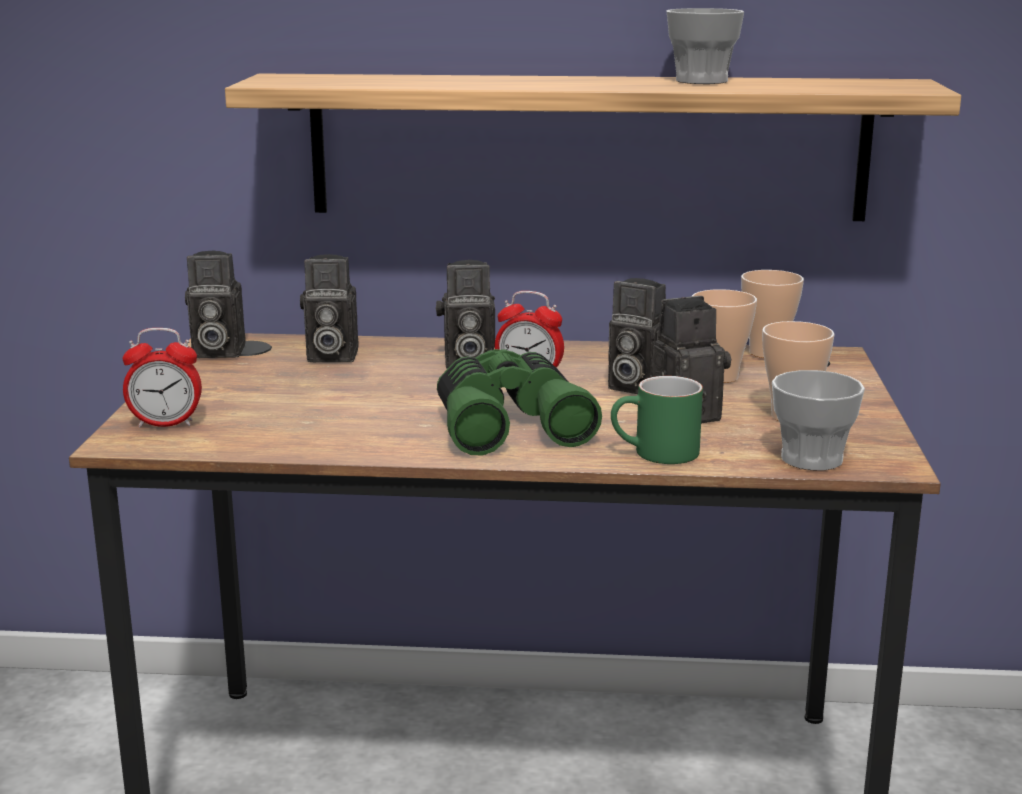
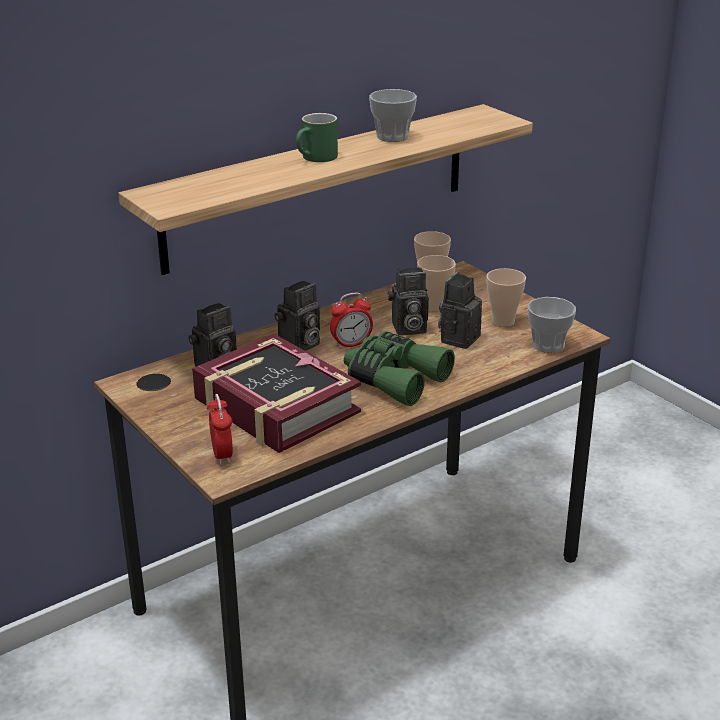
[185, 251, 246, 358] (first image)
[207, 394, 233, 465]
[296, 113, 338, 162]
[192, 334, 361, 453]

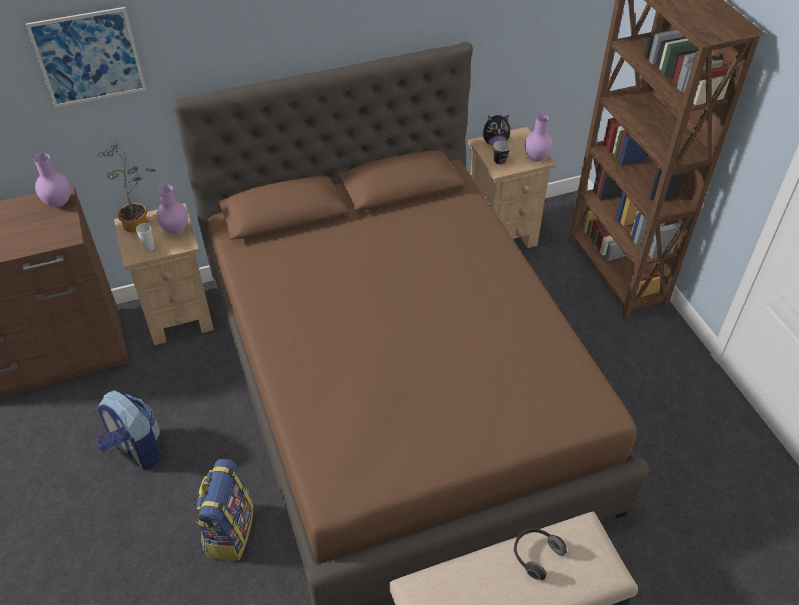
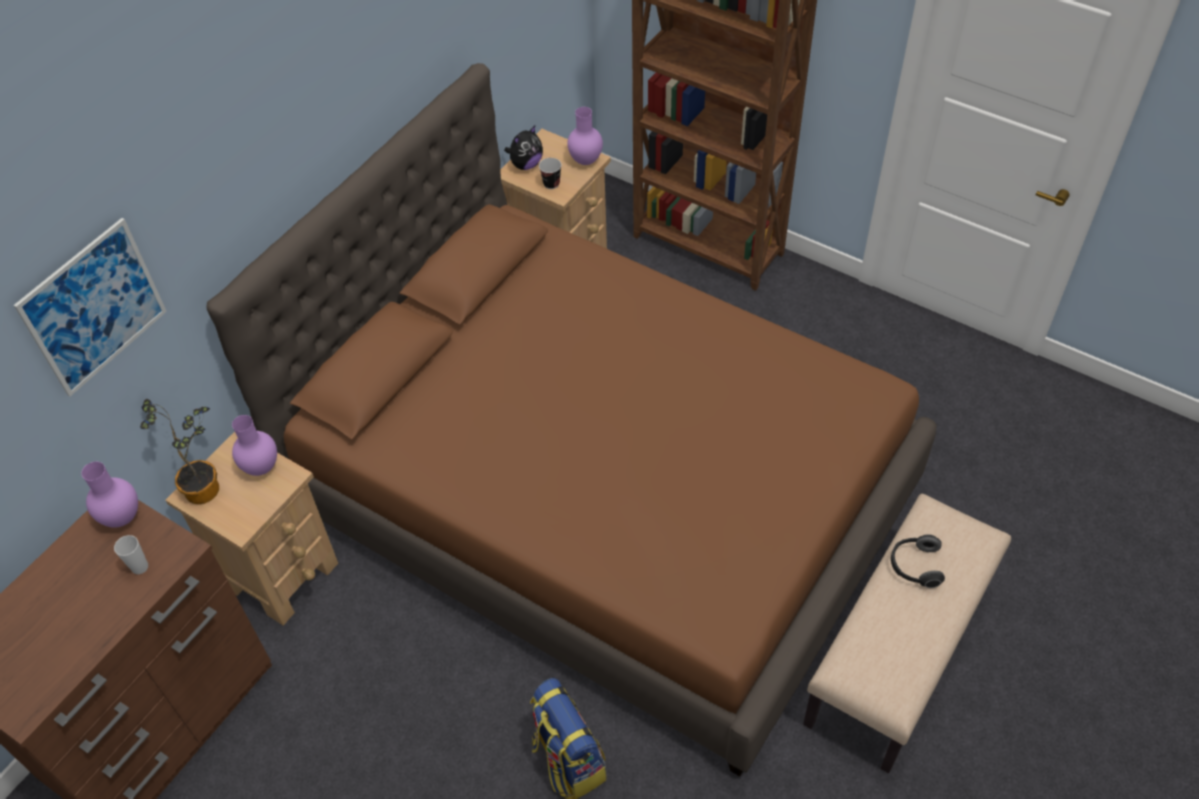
[114, 535, 148, 574]
[97, 390, 162, 470] (first image)

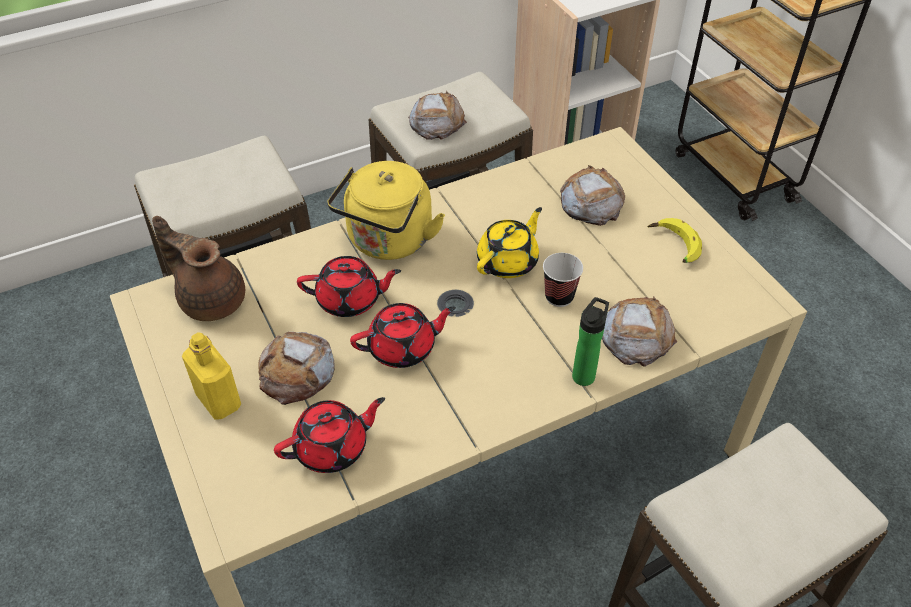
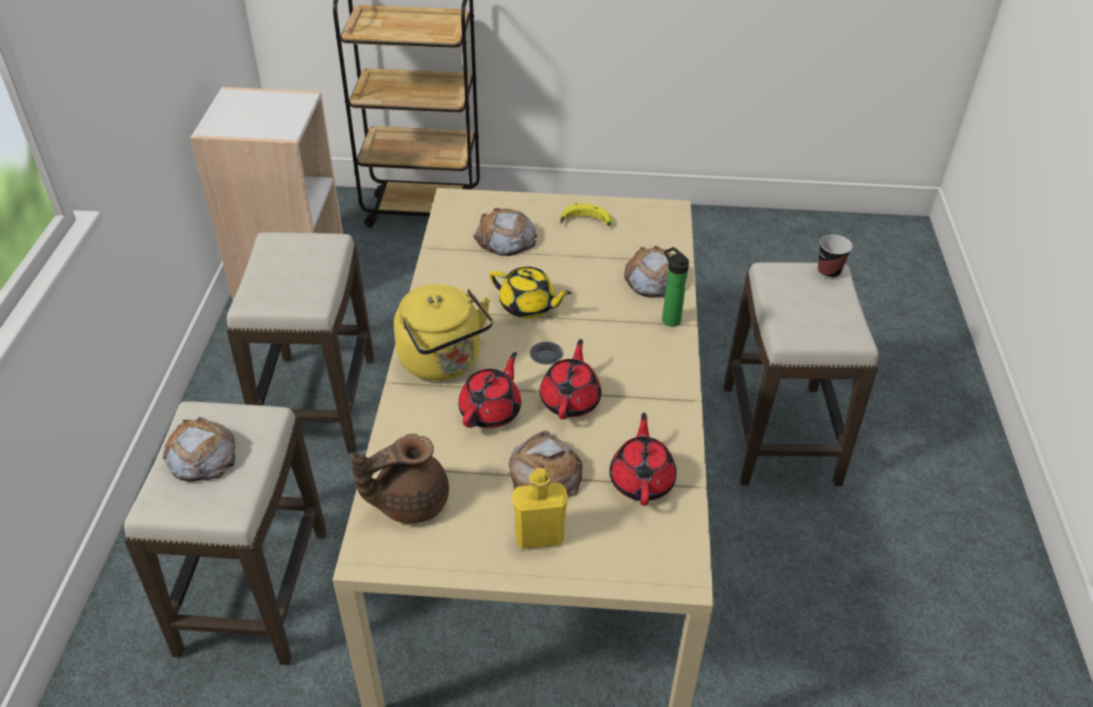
[163, 417, 236, 482]
[489, 267, 571, 319]
[818, 235, 852, 279]

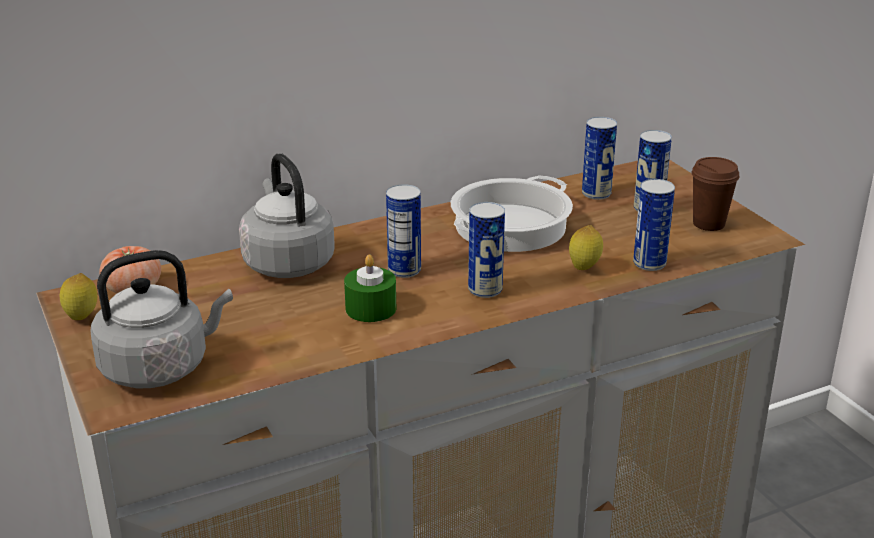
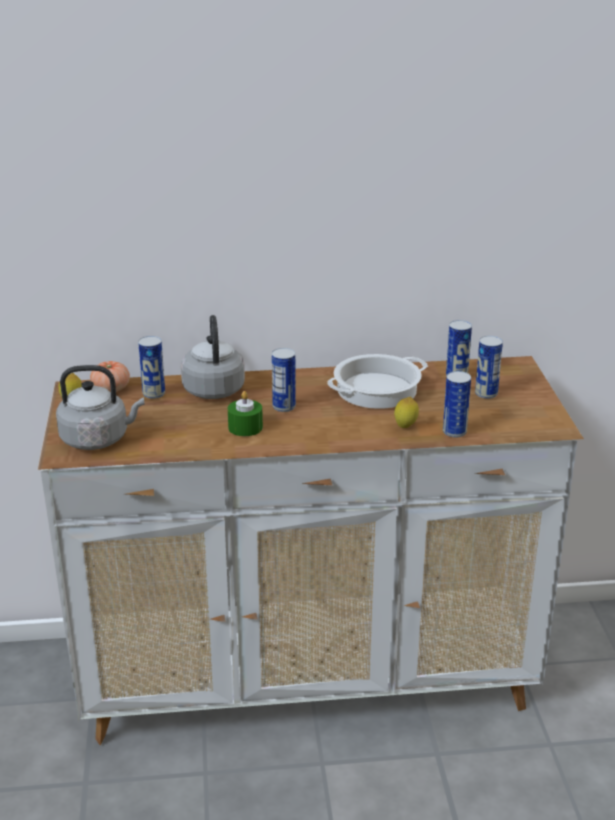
[691, 157, 740, 231] (first image)
[138, 336, 165, 399]

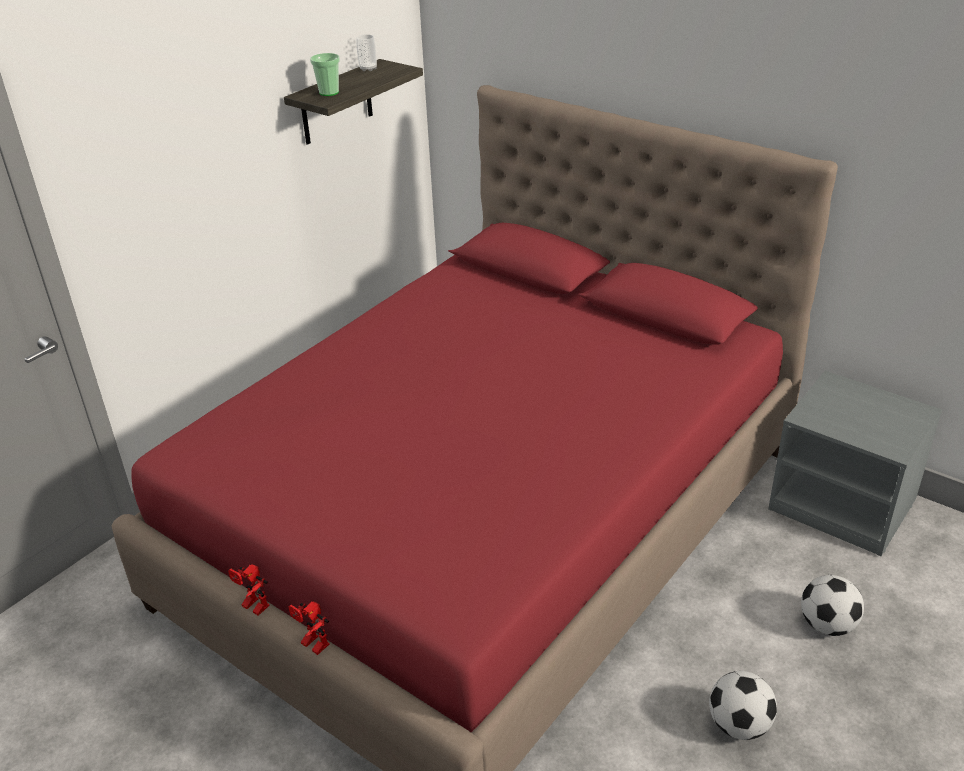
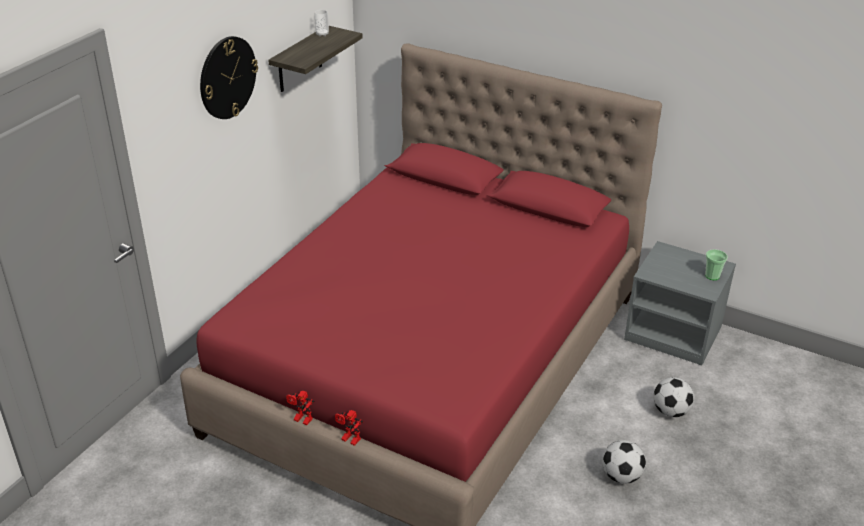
[705, 249, 728, 280]
[200, 36, 258, 119]

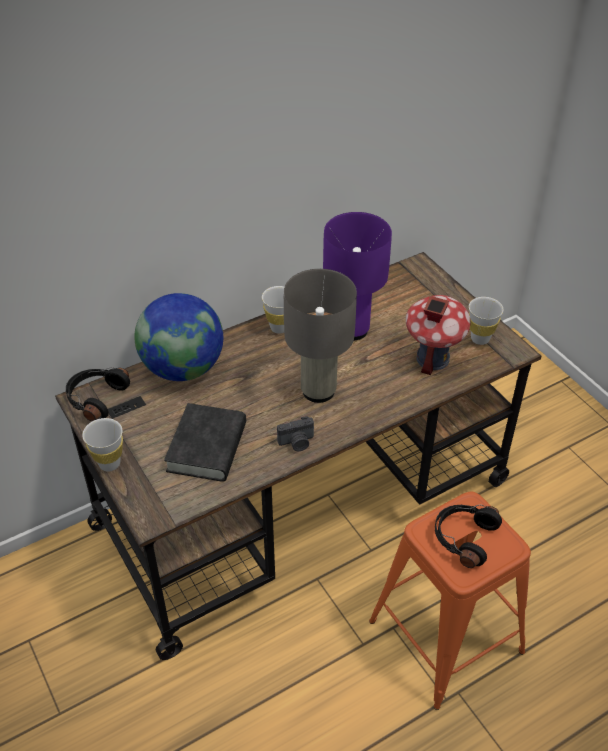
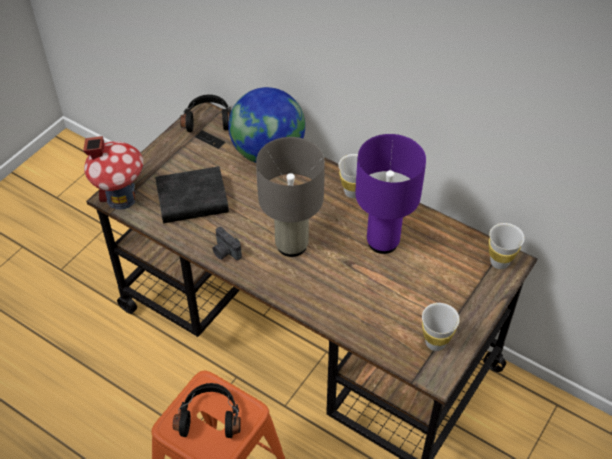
[83, 136, 143, 209]
[489, 223, 524, 269]

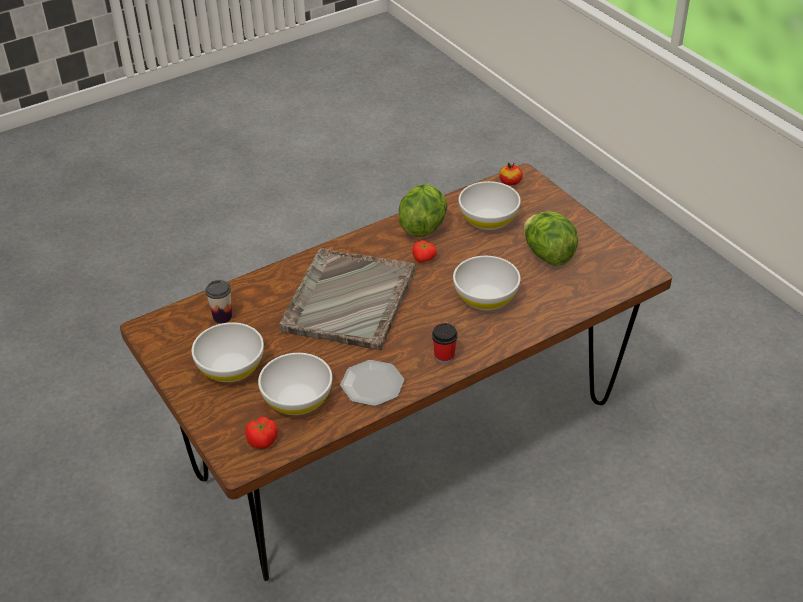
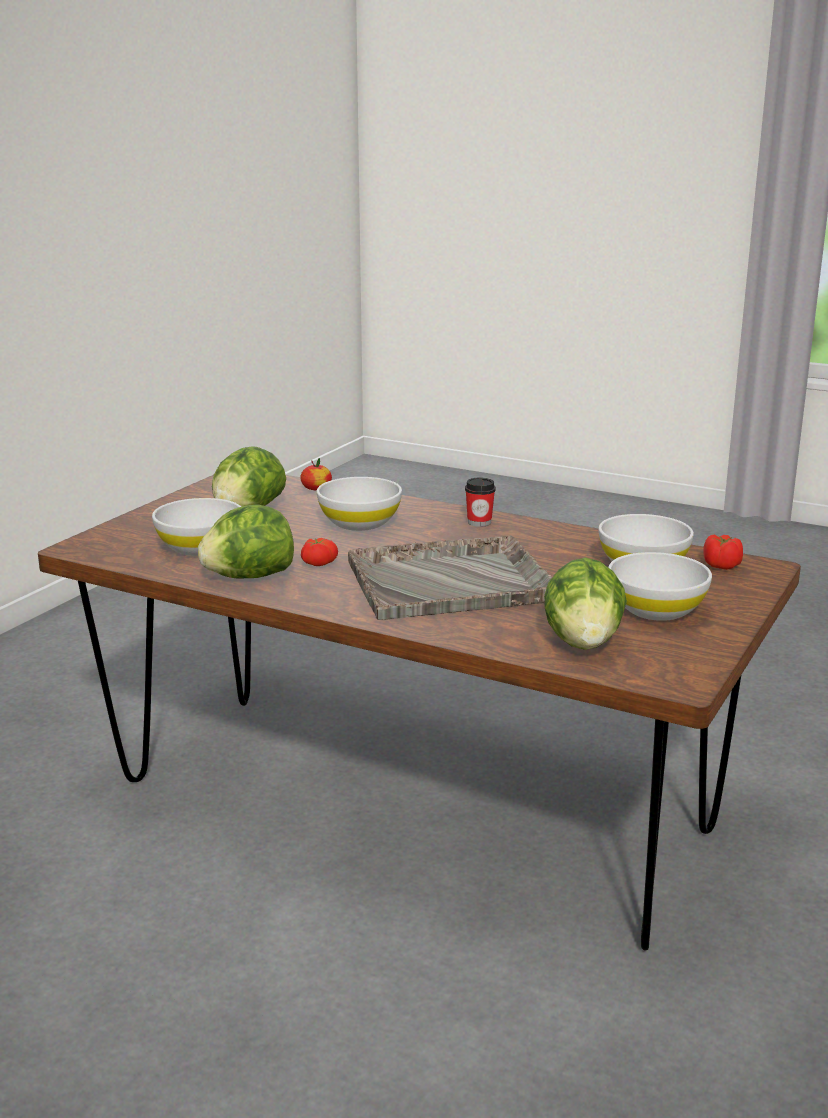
[300, 458, 332, 490]
[544, 557, 627, 650]
[340, 360, 404, 406] (first image)

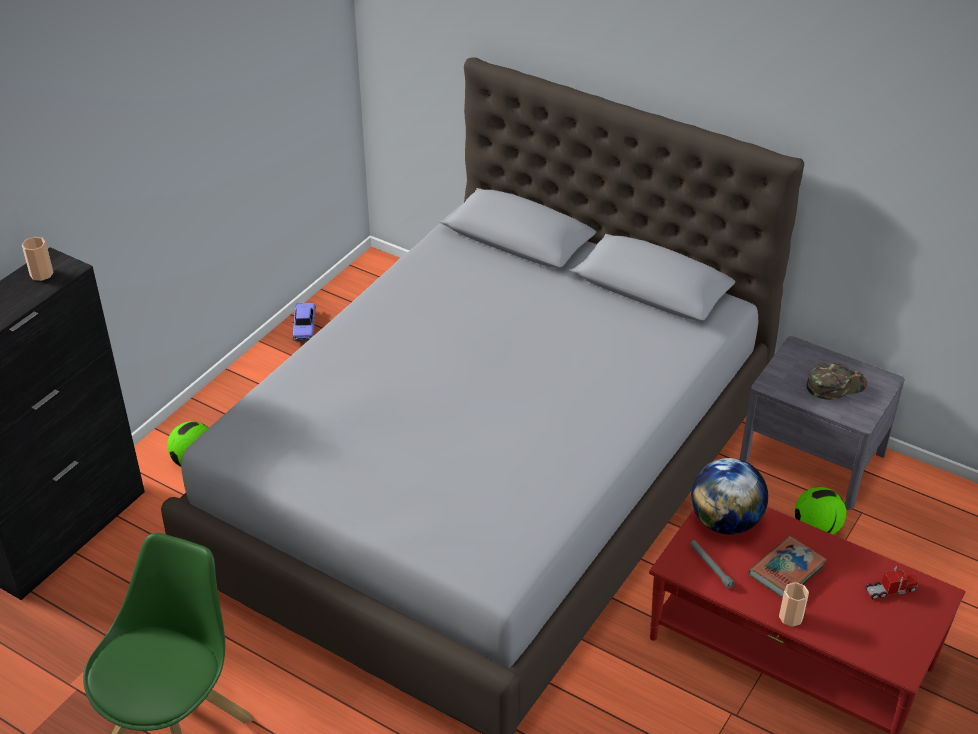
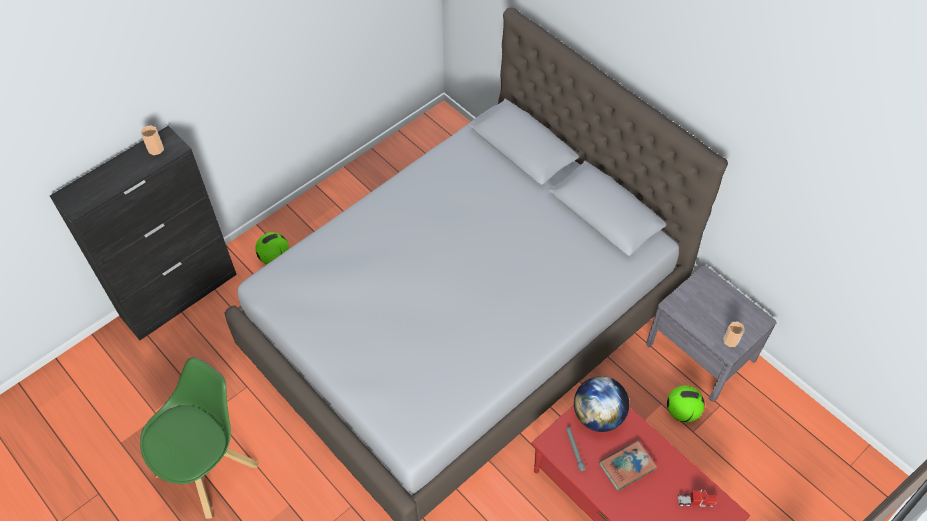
[293, 303, 316, 342] (first image)
[807, 362, 867, 400] (first image)
[723, 322, 745, 347]

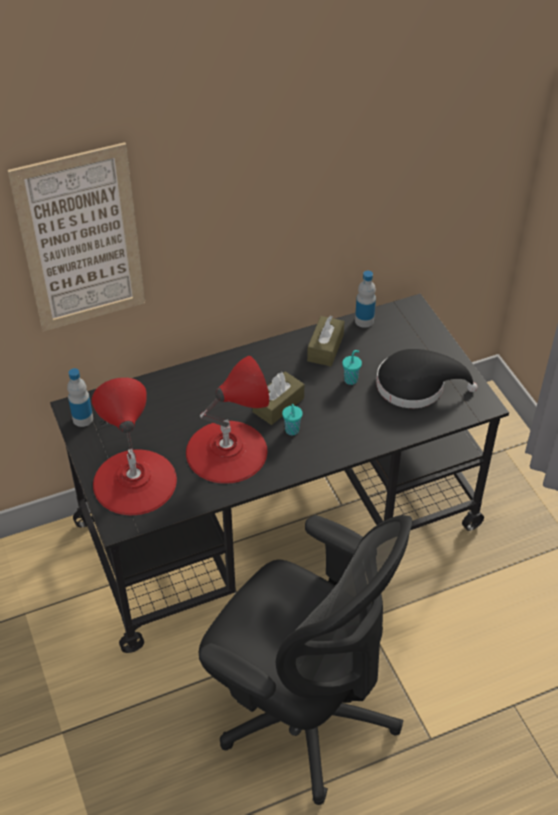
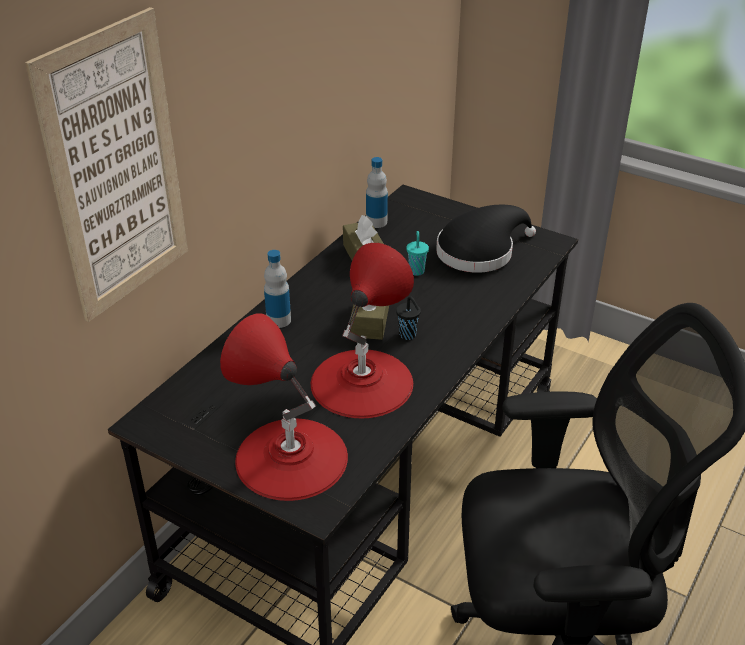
[264, 250, 291, 328]
[396, 296, 421, 340]

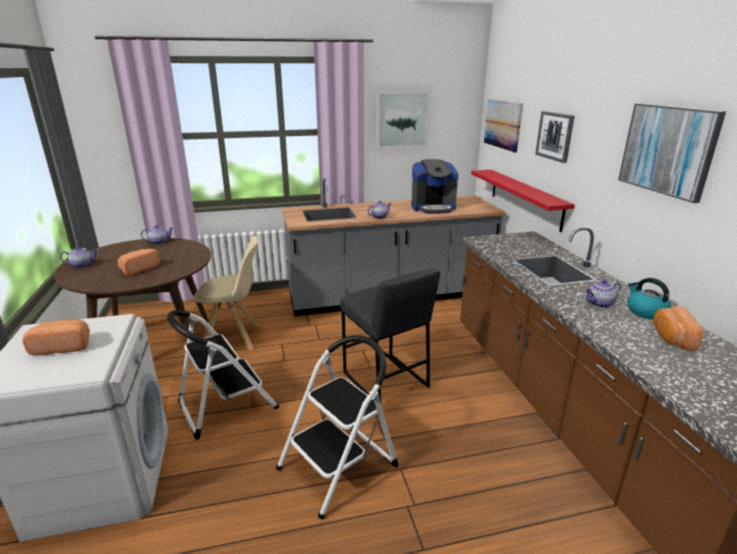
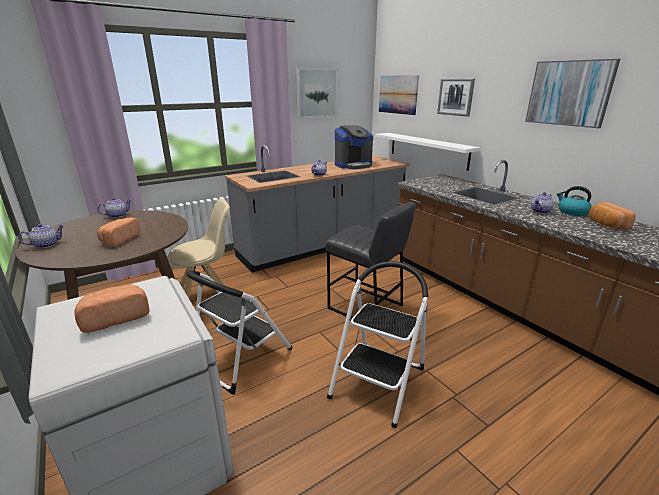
[375, 133, 480, 171]

